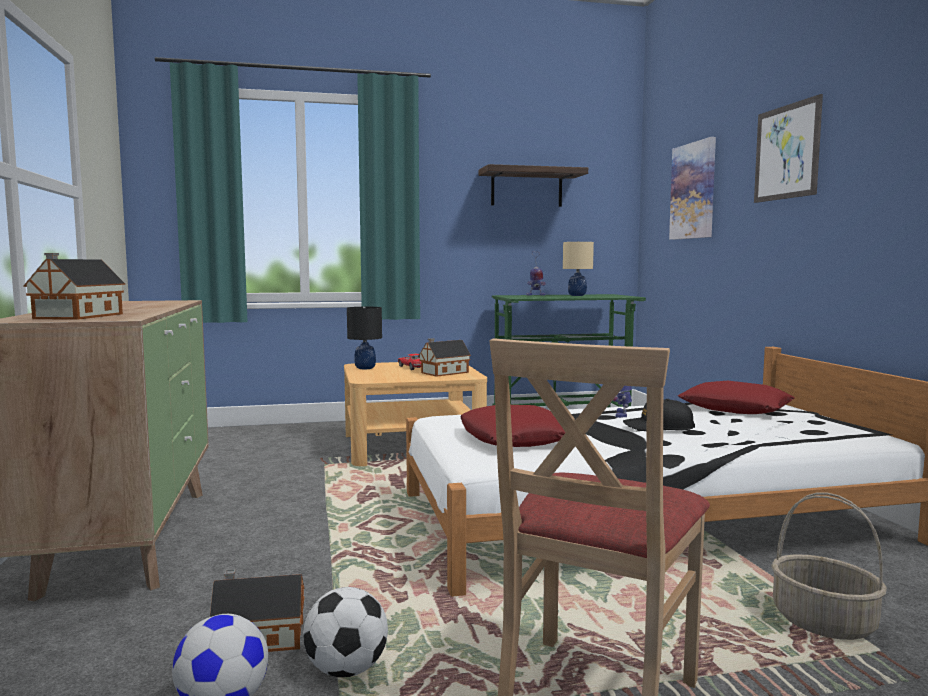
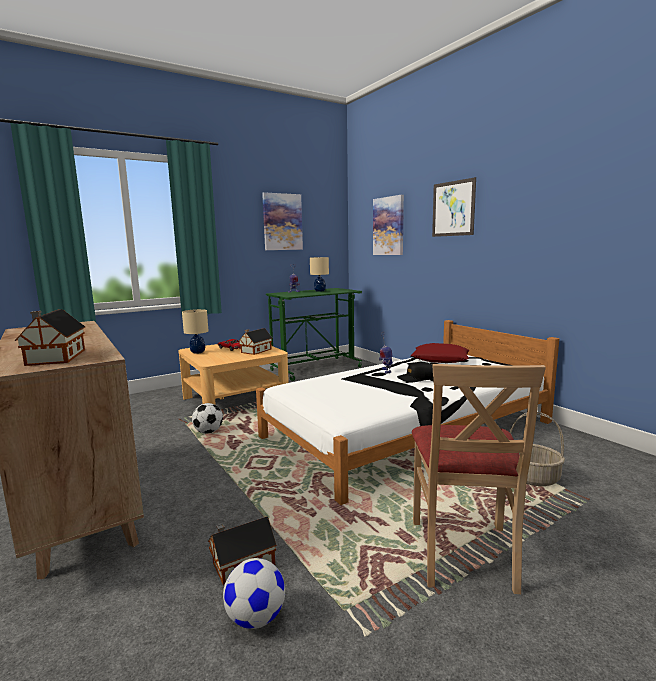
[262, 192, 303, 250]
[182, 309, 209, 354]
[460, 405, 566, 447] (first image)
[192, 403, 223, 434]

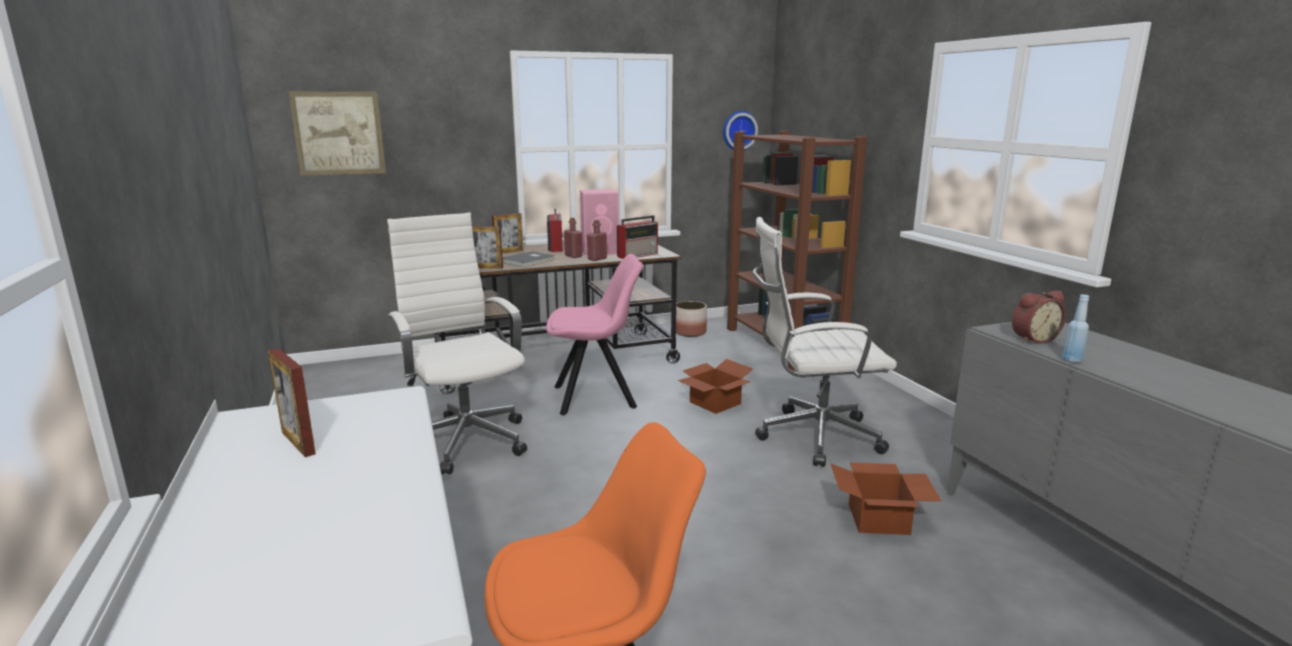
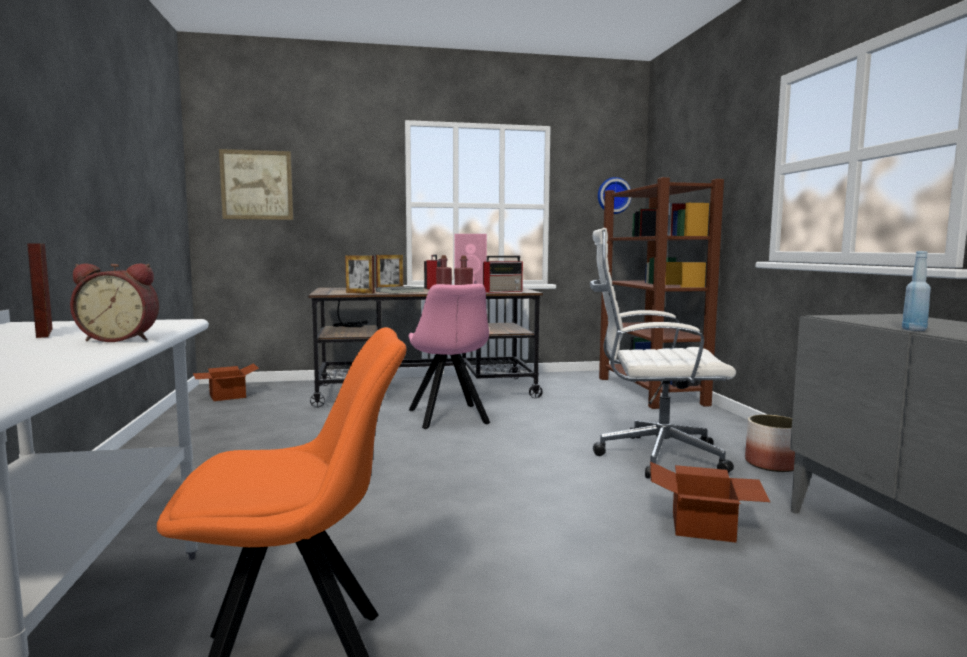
[387, 212, 527, 474] (first image)
[408, 284, 490, 429]
[70, 263, 159, 342]
[745, 415, 795, 472]
[193, 363, 259, 401]

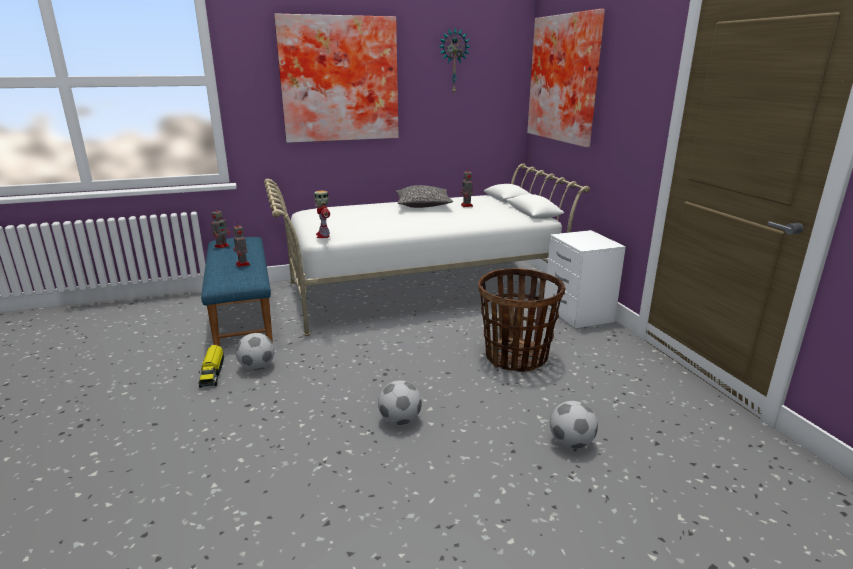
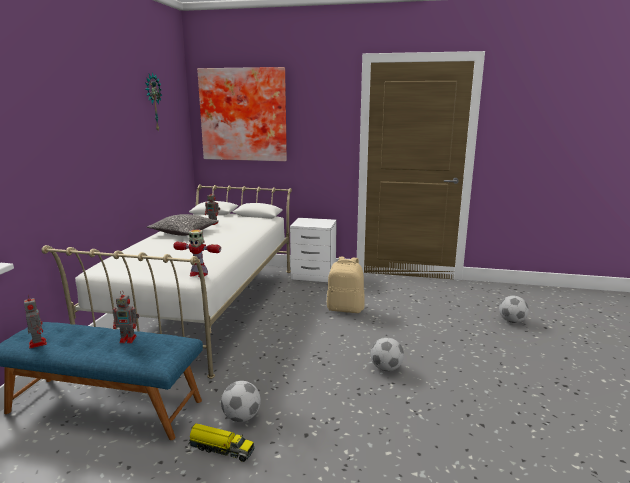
[274, 14, 399, 143] (first image)
[327, 257, 365, 313]
[499, 296, 529, 323]

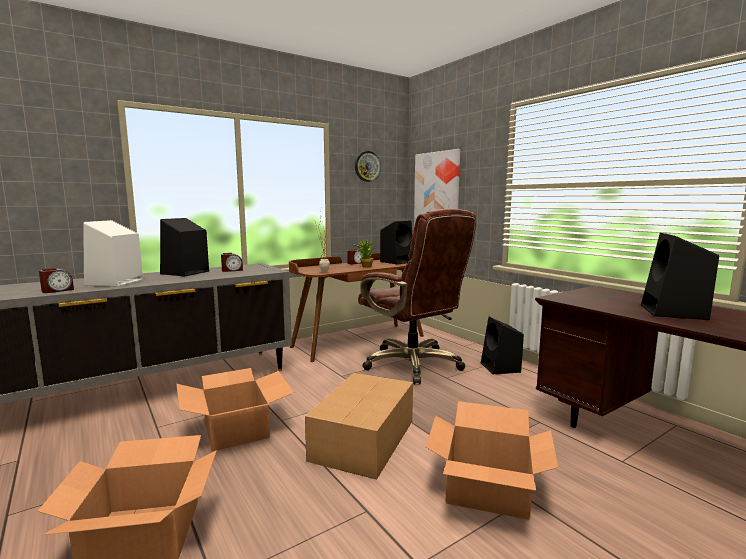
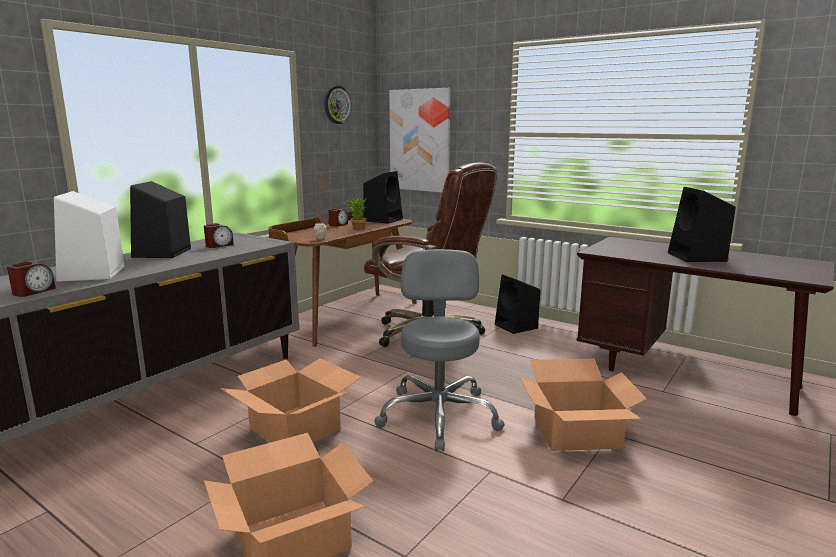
[374, 249, 505, 451]

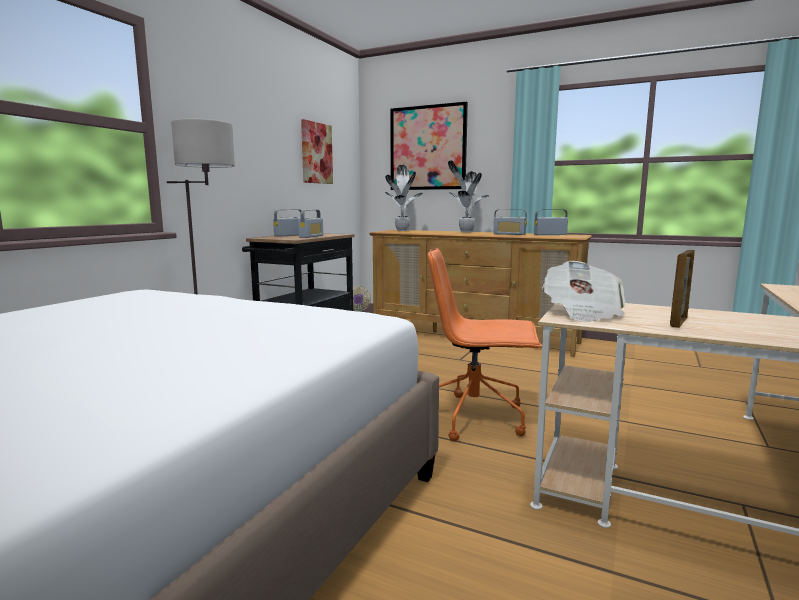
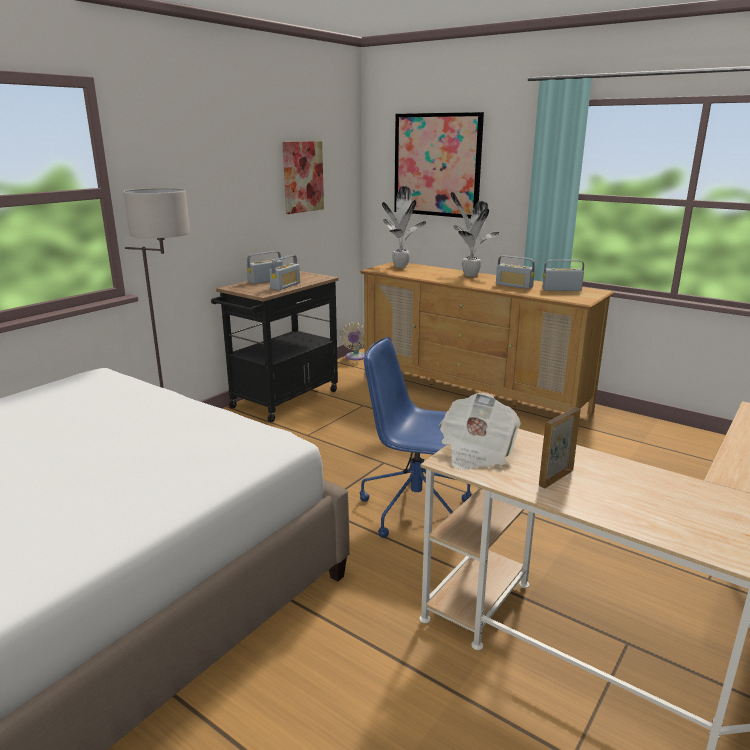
[360, 337, 471, 538]

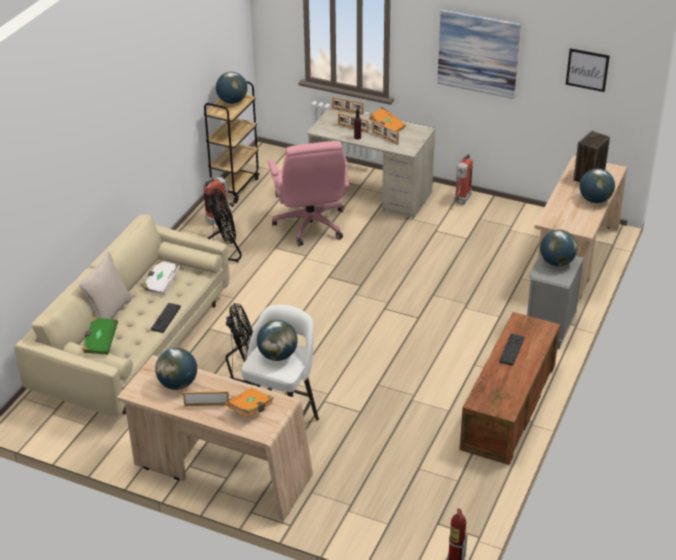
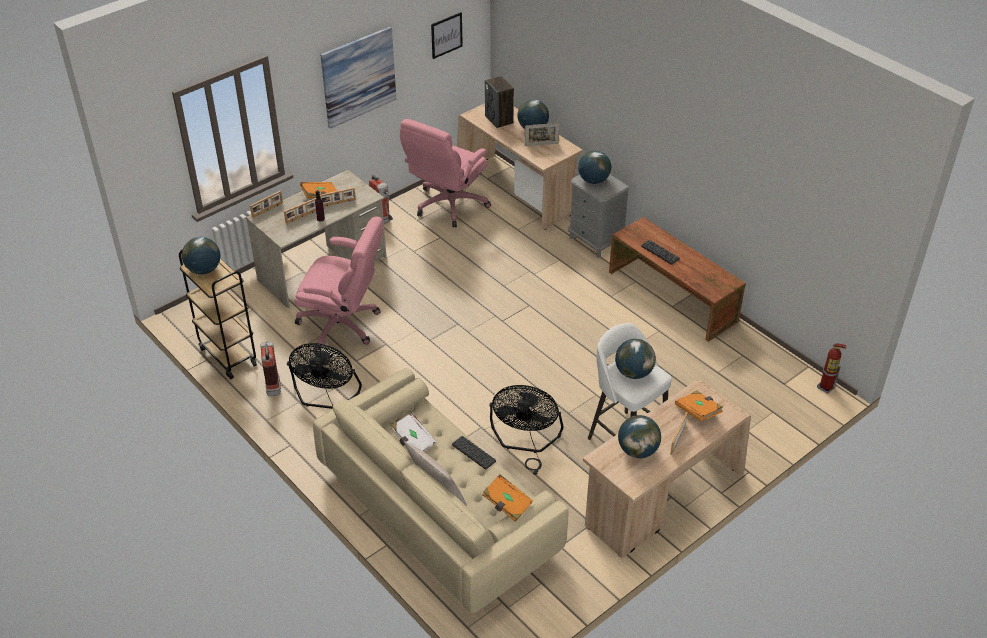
[482, 474, 533, 522]
[400, 119, 491, 228]
[525, 123, 559, 146]

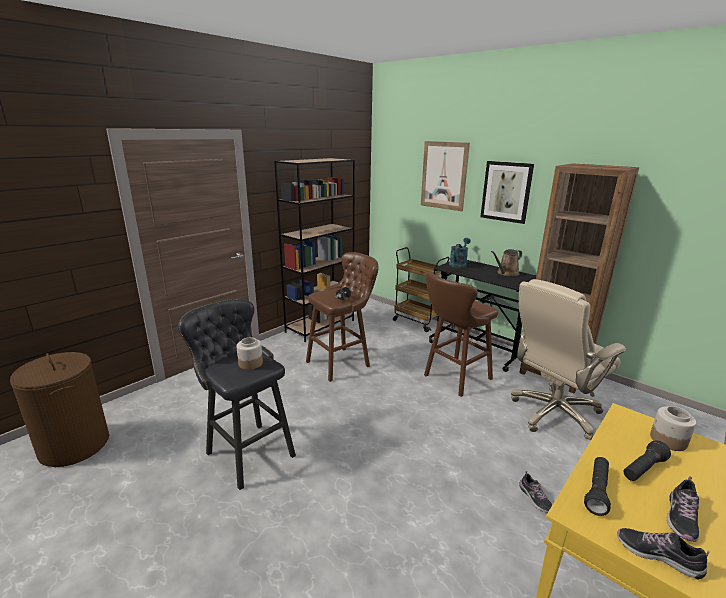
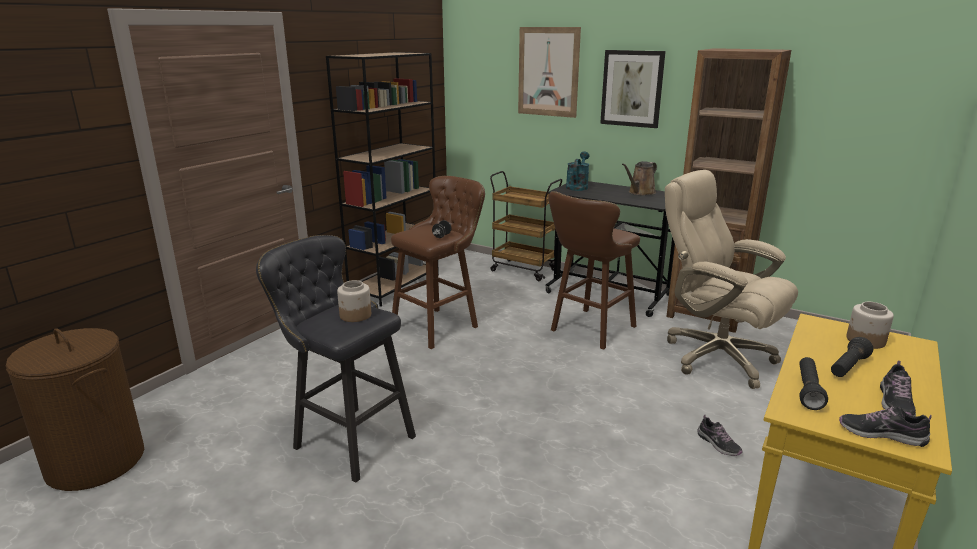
[665, 170, 798, 389]

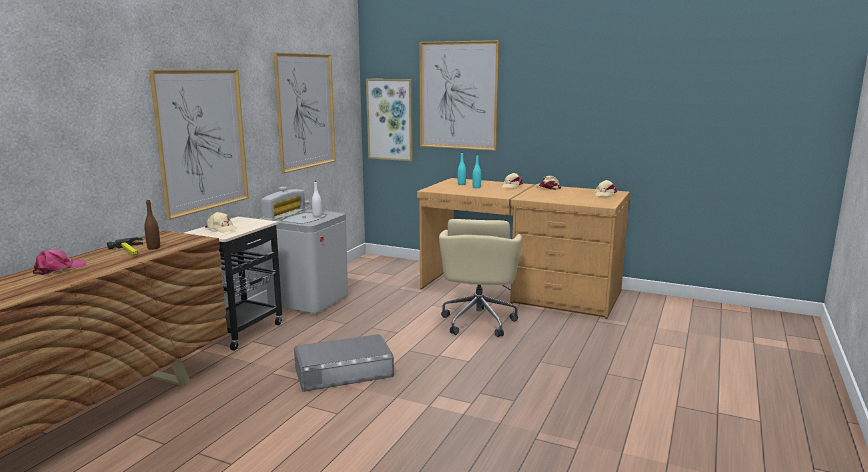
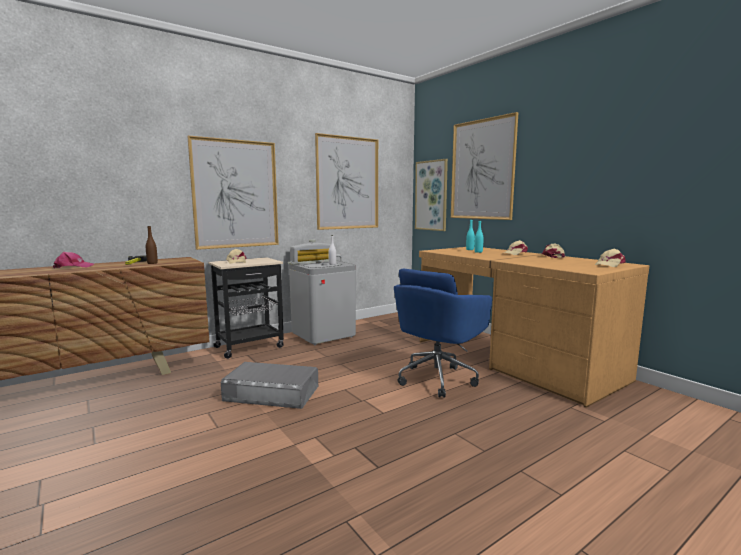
[394, 269, 492, 398]

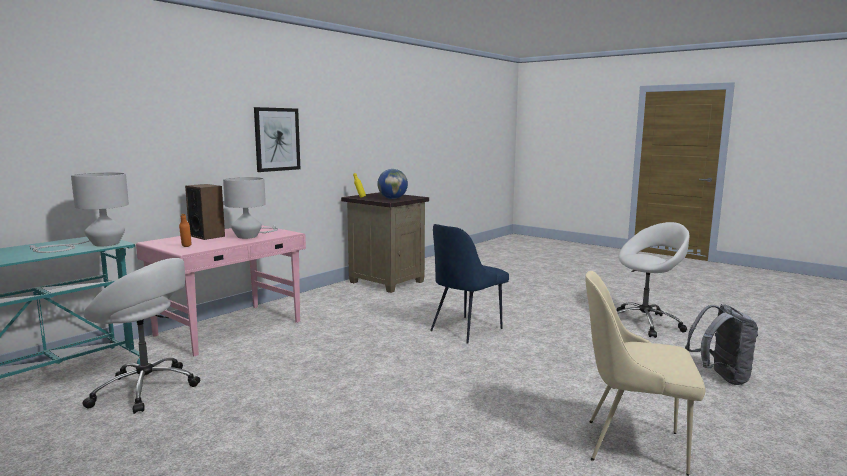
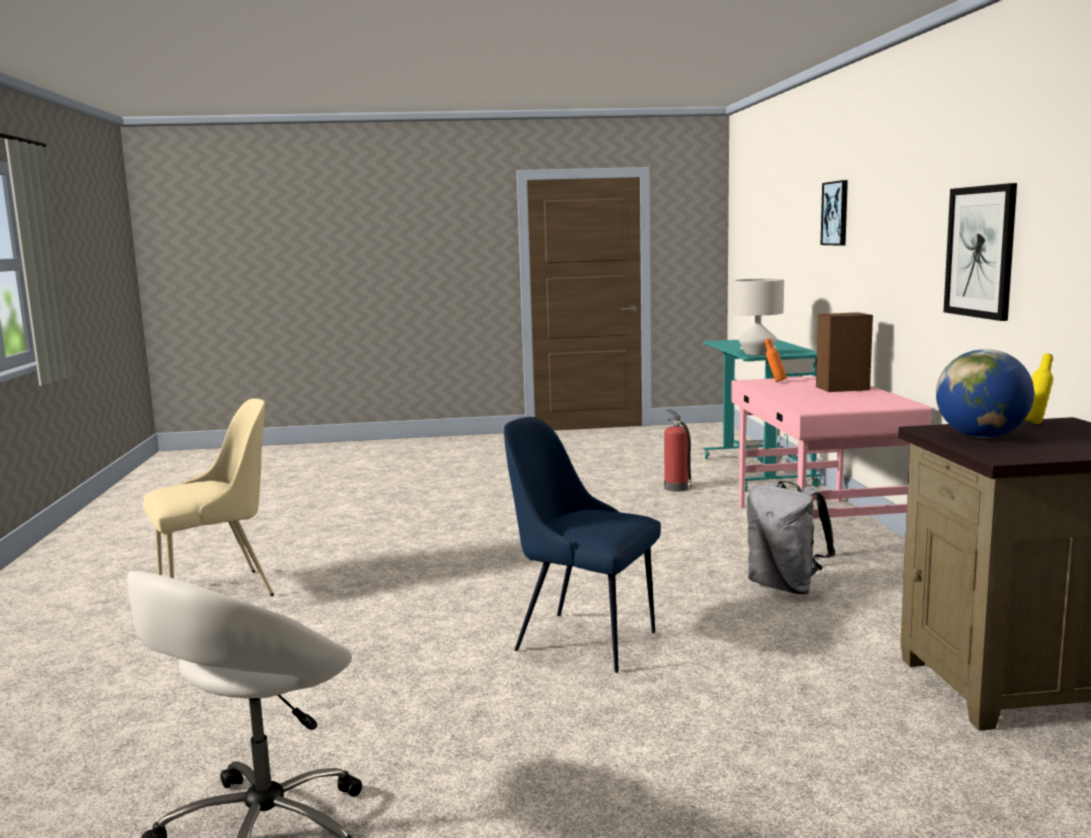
[223, 177, 278, 239] (first image)
[504, 417, 661, 673]
[664, 409, 692, 492]
[747, 481, 835, 594]
[820, 180, 848, 246]

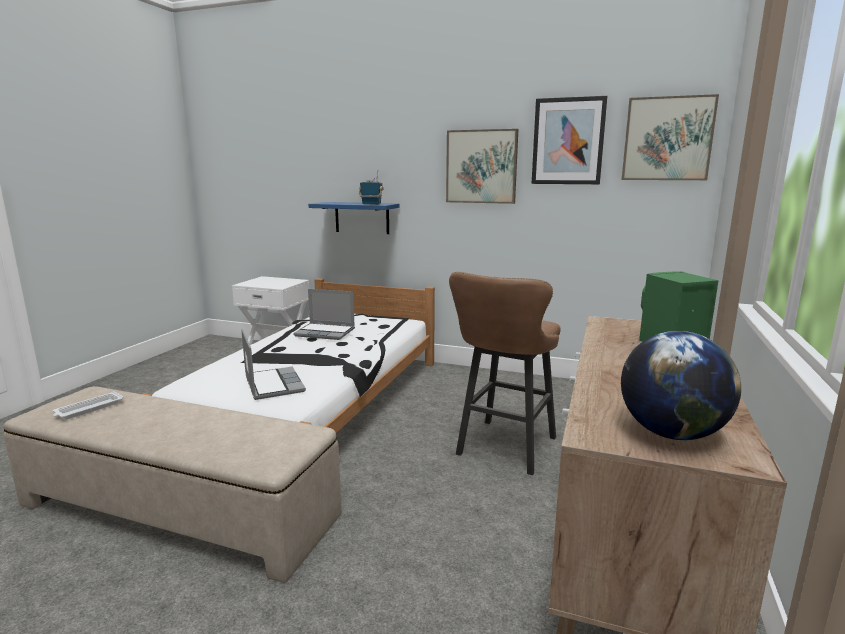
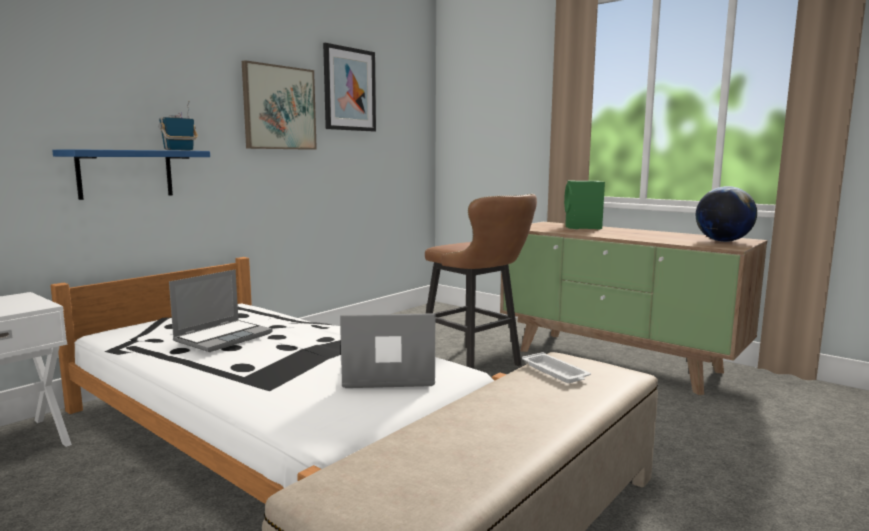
[622, 94, 719, 180] (first image)
[522, 352, 591, 383]

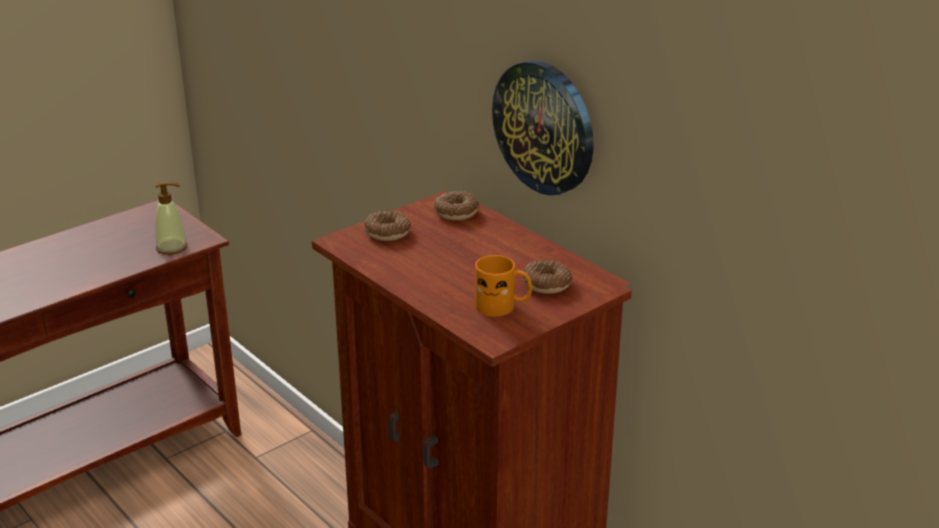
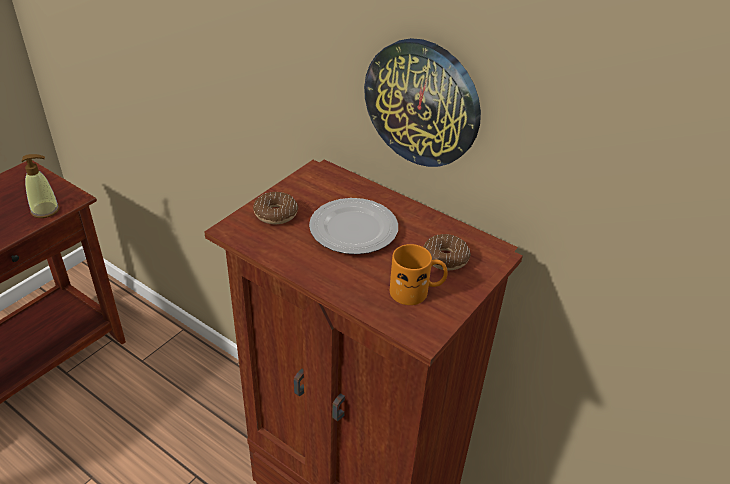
[434, 191, 479, 220] (first image)
[309, 198, 398, 254]

